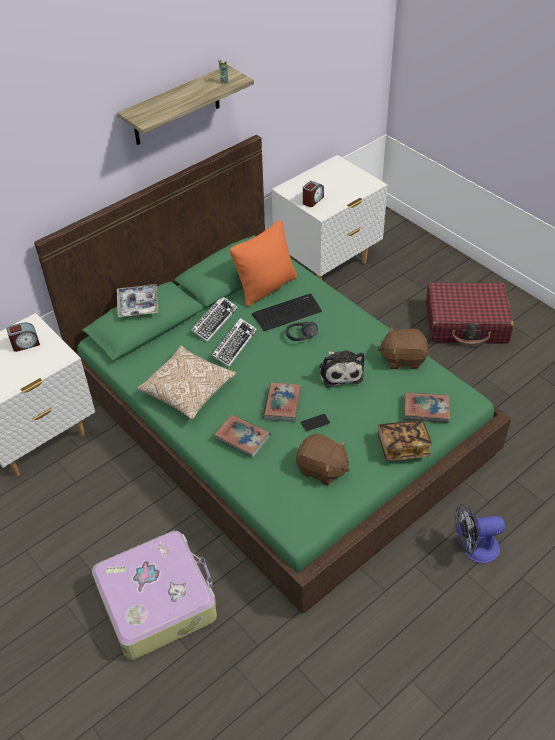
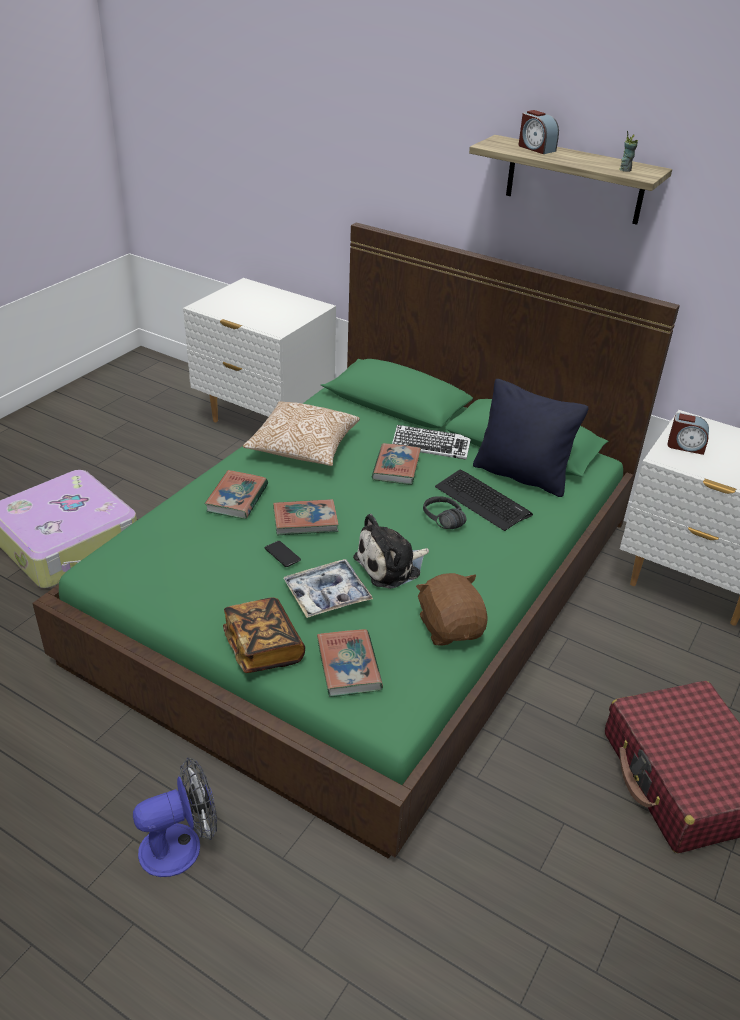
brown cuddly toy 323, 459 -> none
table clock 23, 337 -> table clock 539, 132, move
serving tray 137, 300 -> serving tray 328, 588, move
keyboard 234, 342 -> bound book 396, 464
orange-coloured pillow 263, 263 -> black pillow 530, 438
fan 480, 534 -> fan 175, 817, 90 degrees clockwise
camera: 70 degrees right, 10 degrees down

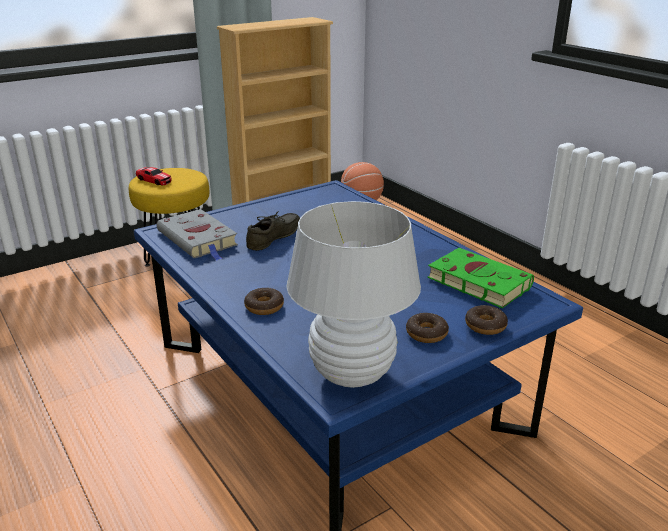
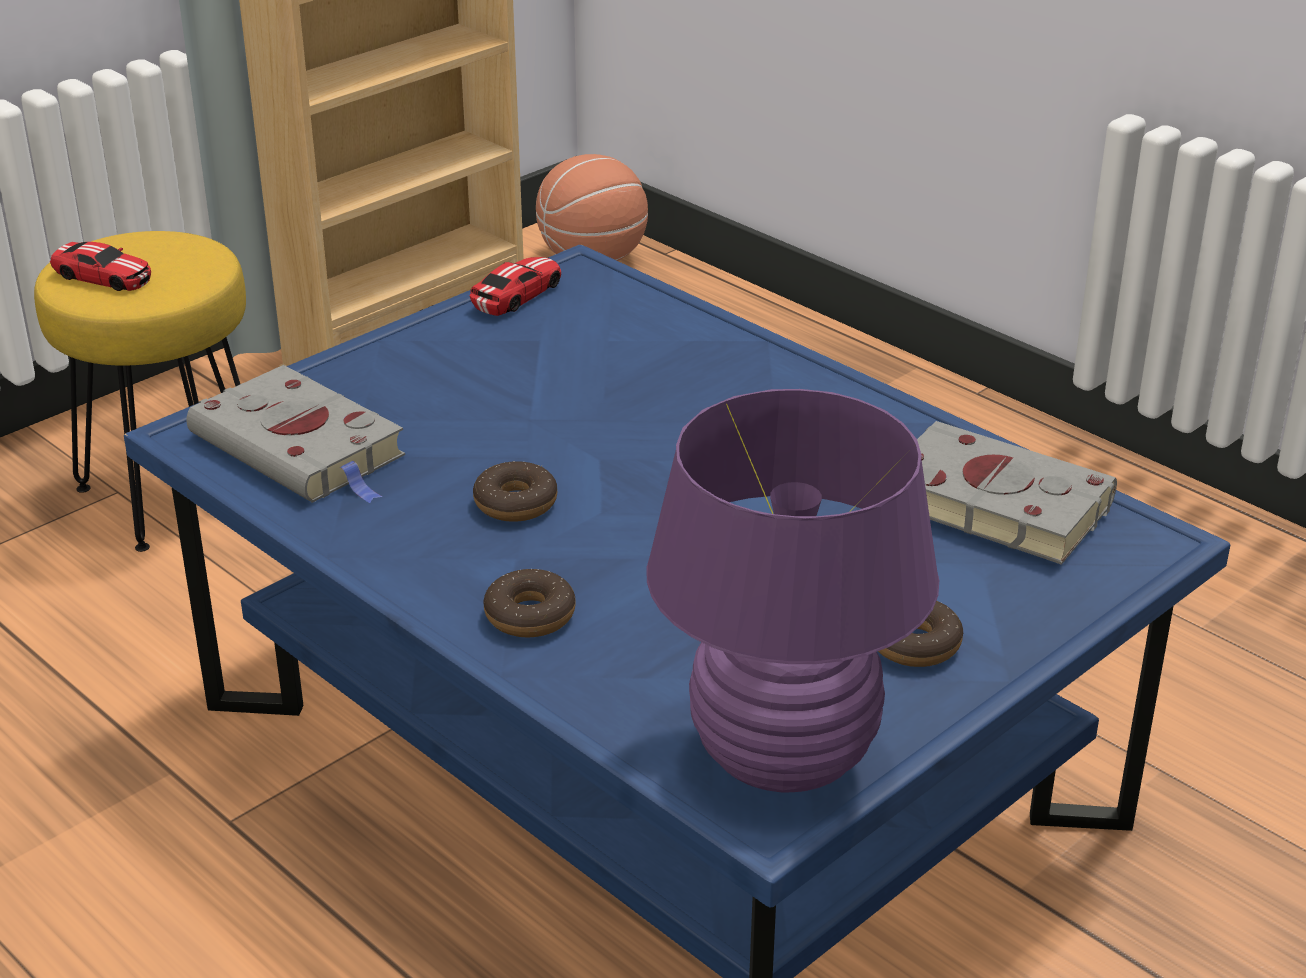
gray low shoe 273, 231 -> none
none -> model car 515, 286
donut 486, 320 -> donut 515, 491, move
whitish tabletop lamp 354, 294 -> purple tabletop lamp 793, 591
green-coloured bound book 480, 278 -> gray bound book 1017, 493
camera: 10 degrees left, 5 degrees up

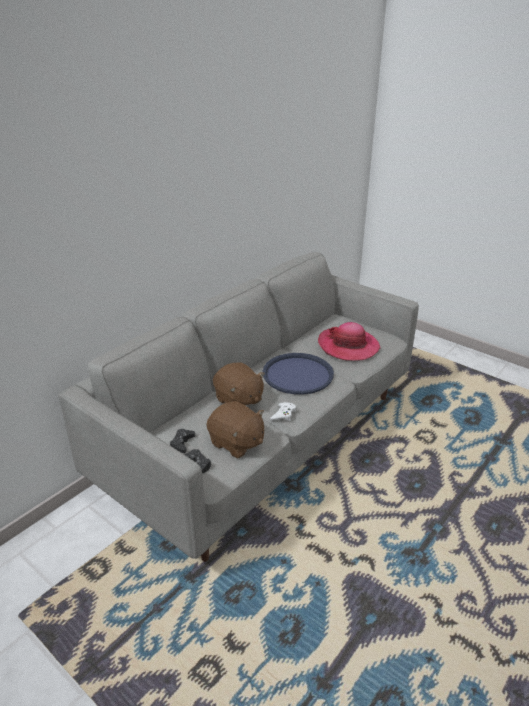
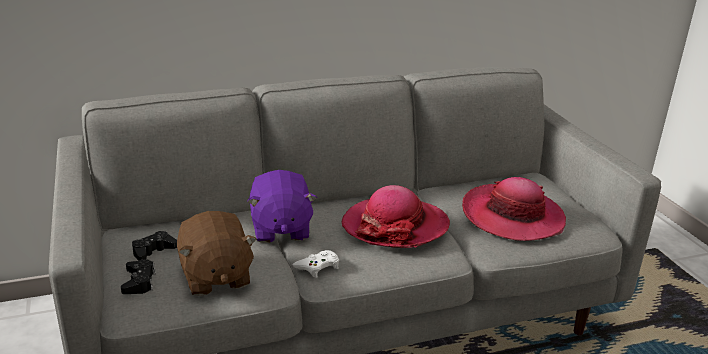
bluish serving tray 298, 374 -> hat 396, 216
brown cuddly toy 239, 383 -> purple cuddly toy 282, 206
camera: 30 degrees right, 5 degrees down

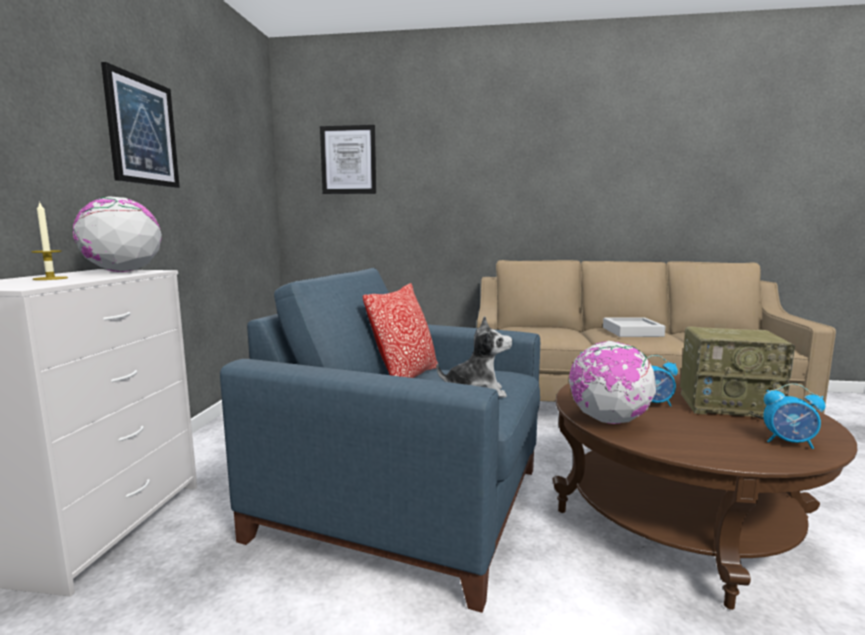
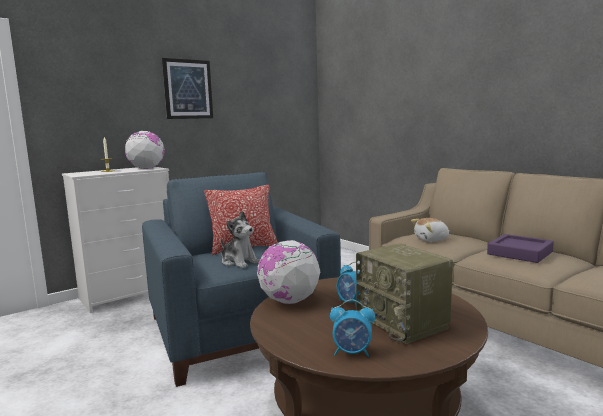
wall picture 348, 159 -> none
none -> cuddly toy 430, 230
gray serving tray 634, 327 -> purple serving tray 520, 248
table clock 794, 416 -> table clock 352, 328, 60 degrees counterclockwise
camera: 45 degrees right, 0 degrees up

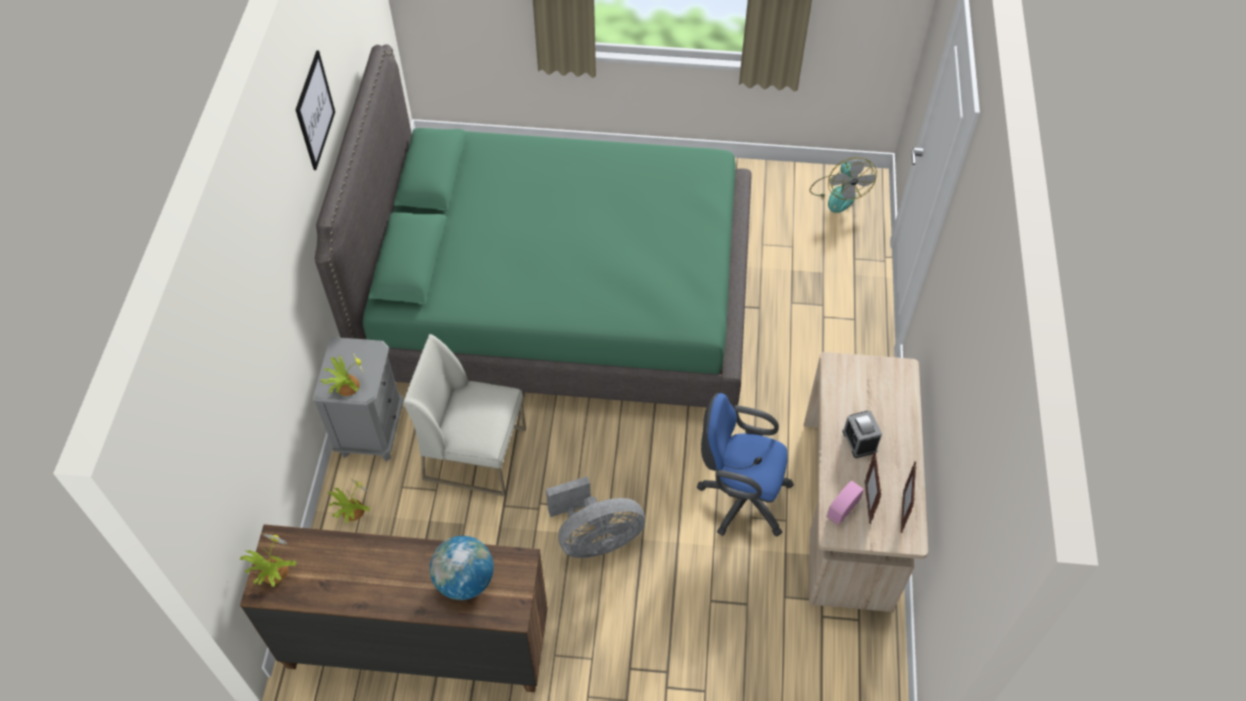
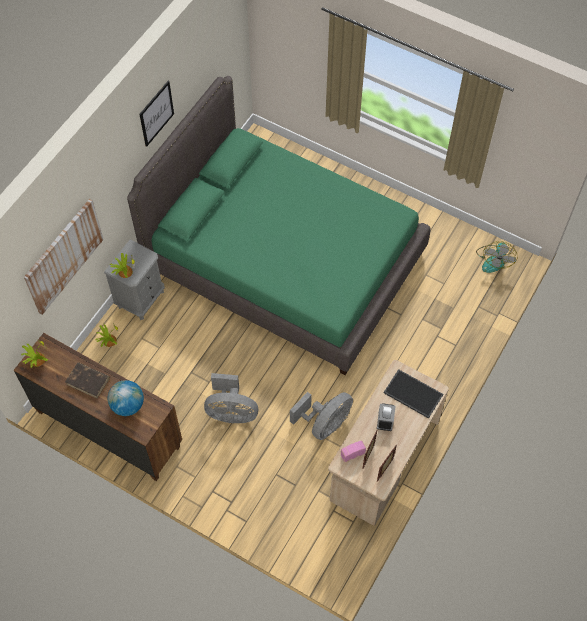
whitish plain chair 464, 415 -> none
none -> wall picture 64, 257
none -> brown bound book 87, 380
none -> serving tray 413, 394
bluish desk chair 745, 464 -> gray fan 321, 416
camera: 25 degrees right, 5 degrees up

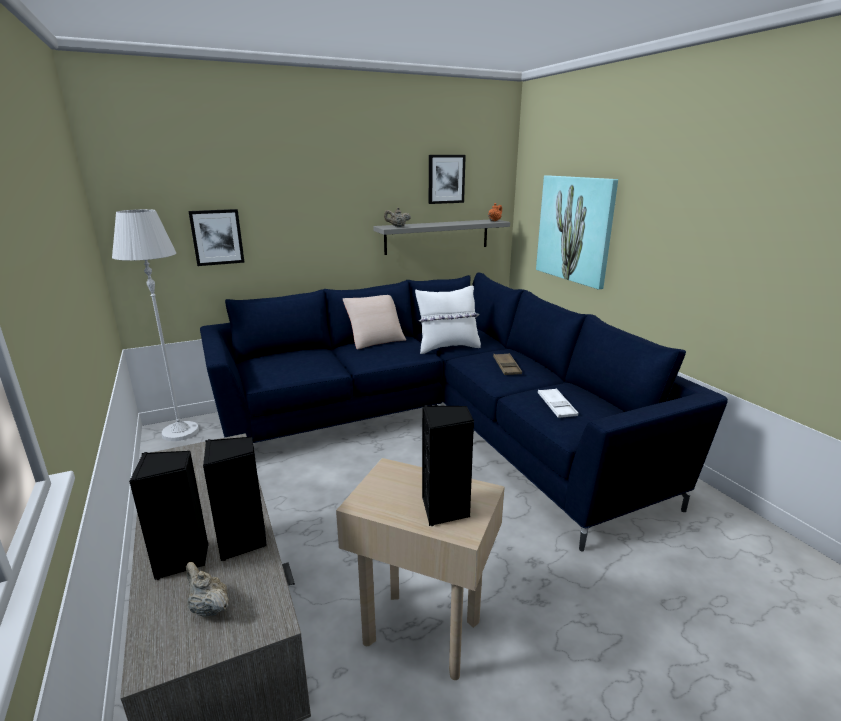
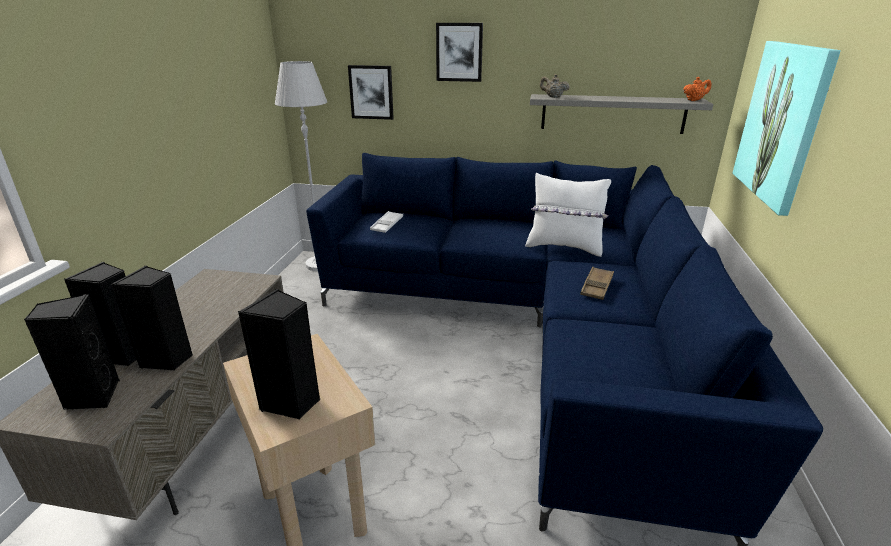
beige pillow 374, 322 -> none
wall picture 447, 179 -> wall picture 459, 52, move
whitish serving tray 558, 403 -> whitish serving tray 386, 222, move
beige pot for tea 207, 589 -> black loudspeaker 72, 352
camera: 35 degrees right, 5 degrees up

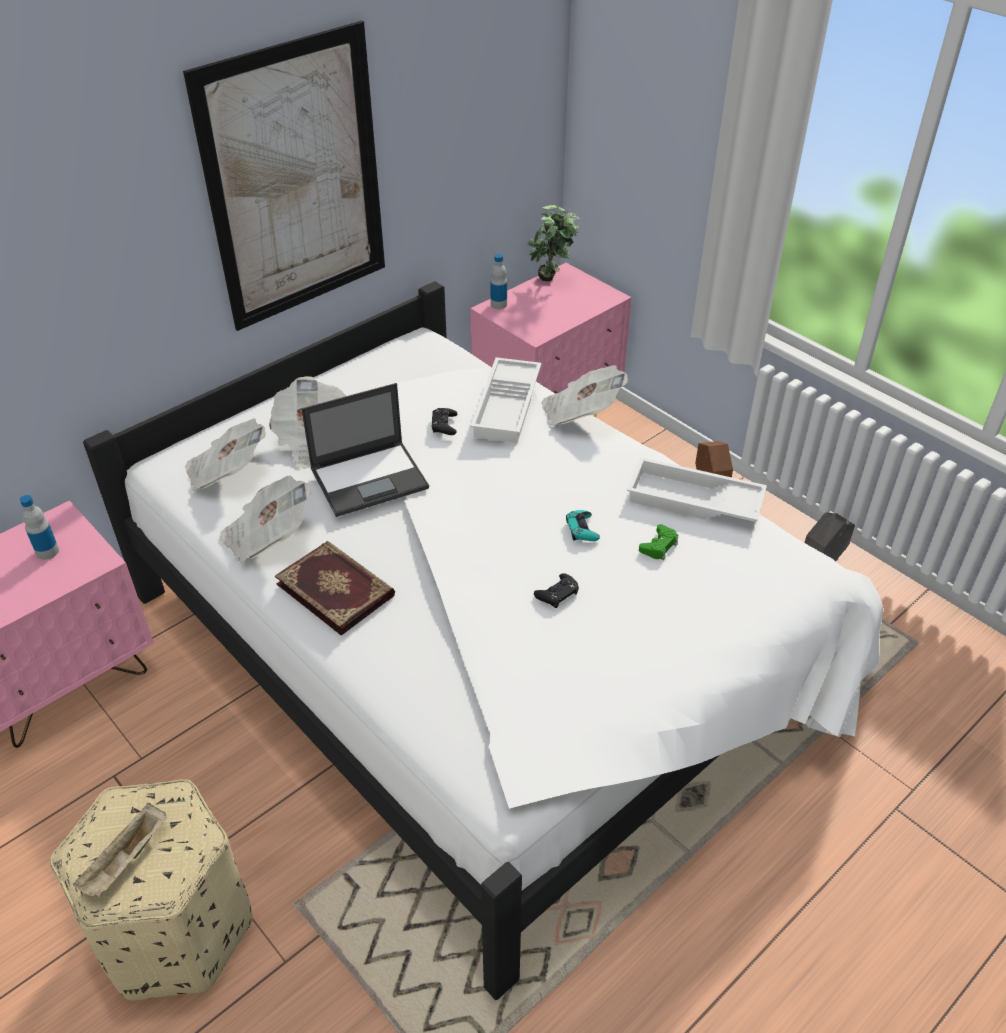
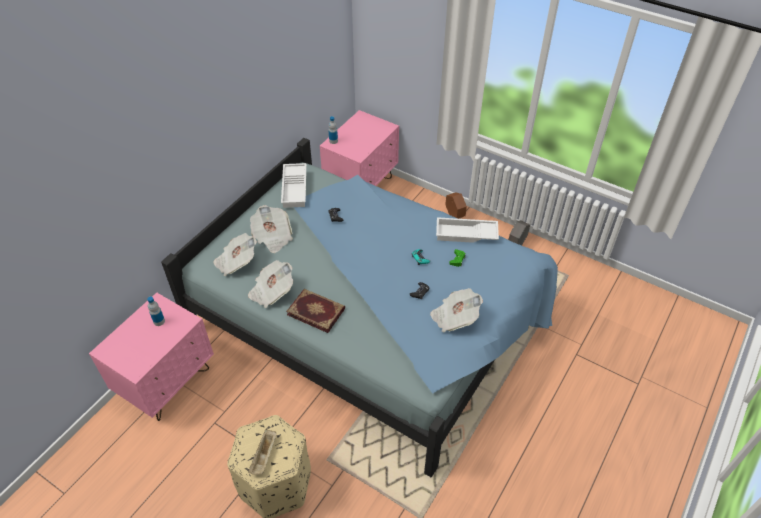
wall picture 284, 176 -> none
portable computer 365, 450 -> none
potted plant 553, 243 -> none
whitish serving tray 505, 400 -> whitish serving tray 293, 185, move
printed paper 584, 395 -> printed paper 456, 310, move
whitish bedroom bed 483, 640 -> bluish bedroom bed 359, 307
camera: 15 degrees left, 5 degrees up

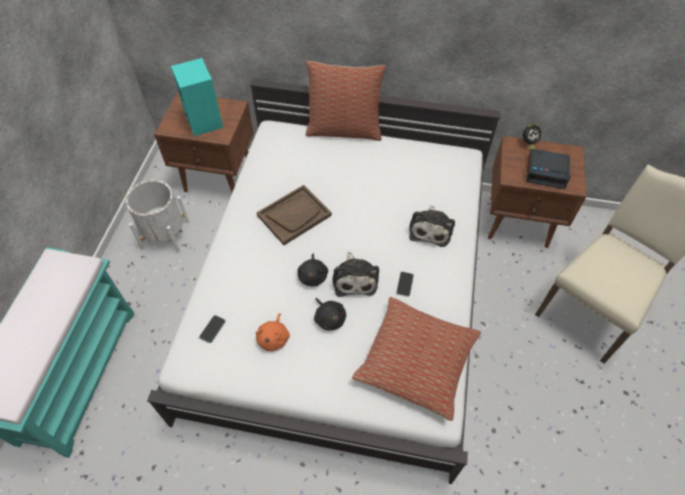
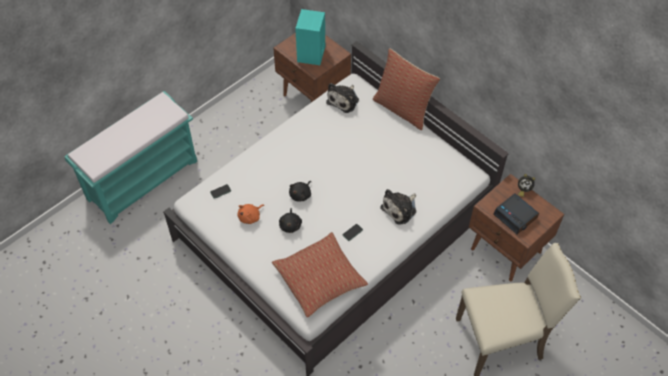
whitish planter 157, 216 -> none
brown serving tray 294, 215 -> none
cuddly toy 355, 274 -> cuddly toy 342, 98, move
camera: 35 degrees right, 0 degrees up

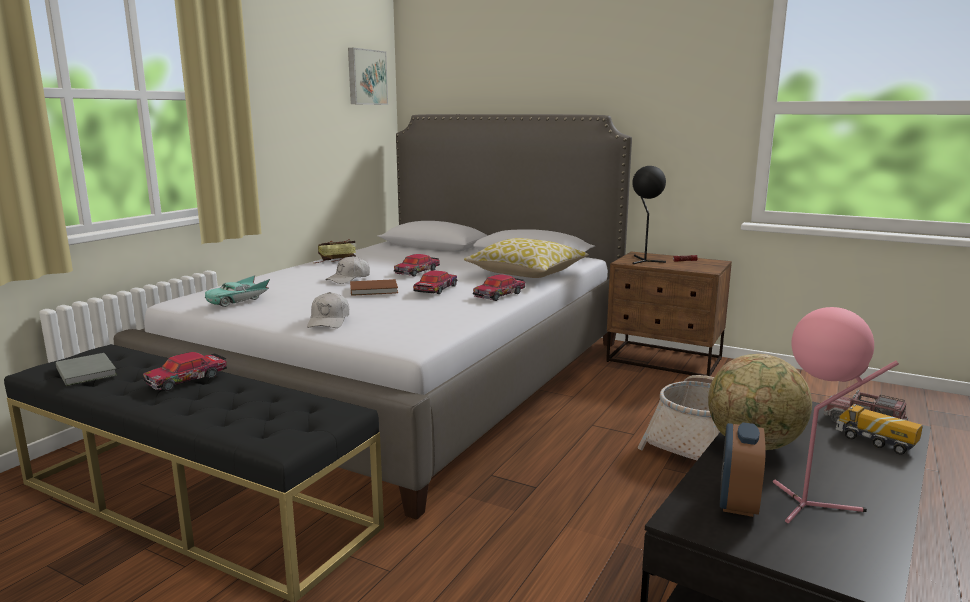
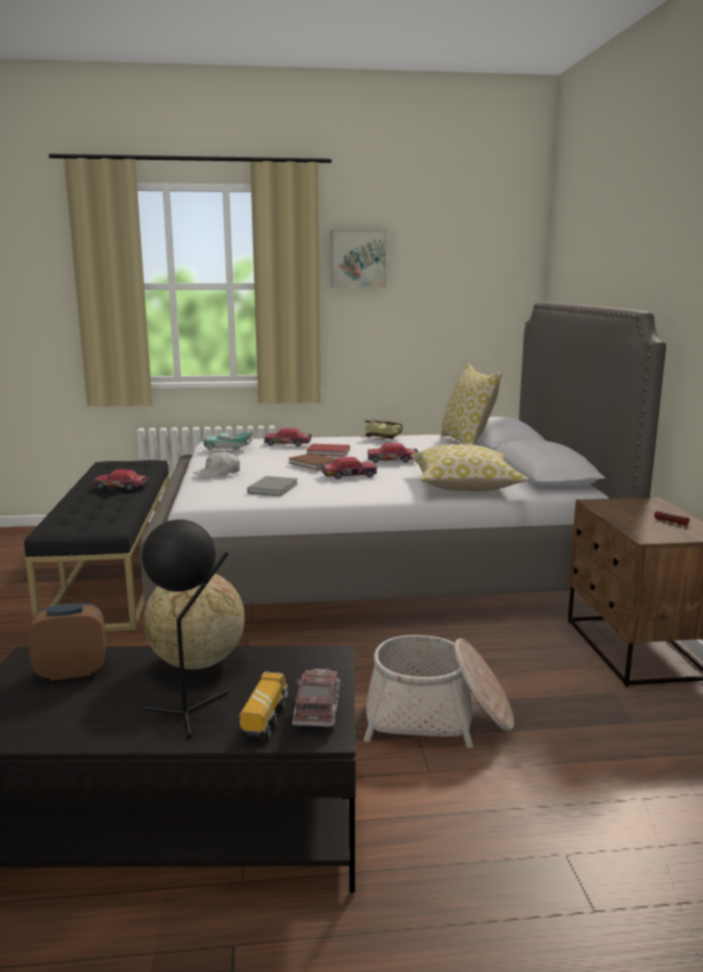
pink tabletop lamp 836, 415 -> none
none -> pillow 471, 404
gray bound book 86, 369 -> gray bound book 272, 486, move
wall picture 368, 76 -> wall picture 358, 259, move
model car 499, 287 -> model car 288, 437, move
black tabletop lamp 649, 215 -> black tabletop lamp 186, 628, move
whitish cap 347, 270 -> reddish bound book 328, 450
camera: 55 degrees right, 0 degrees up

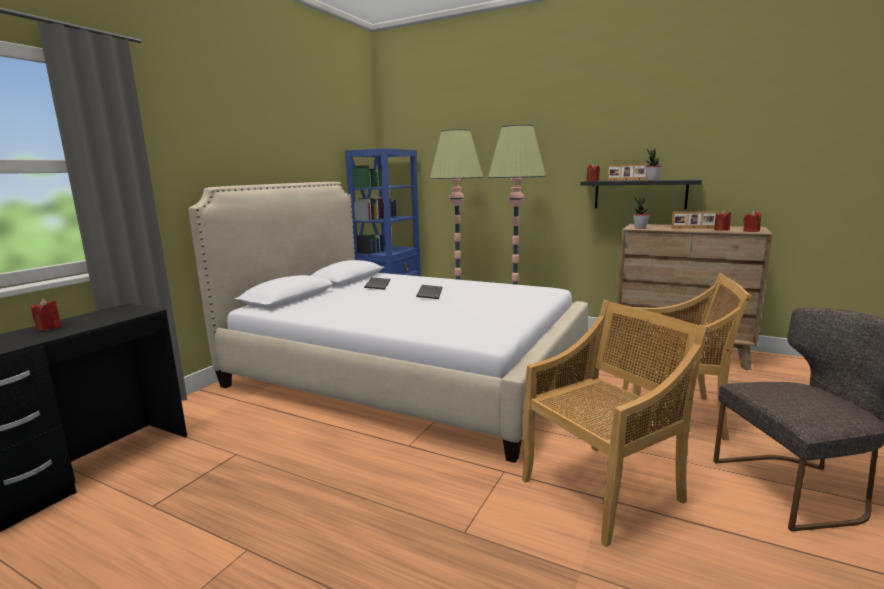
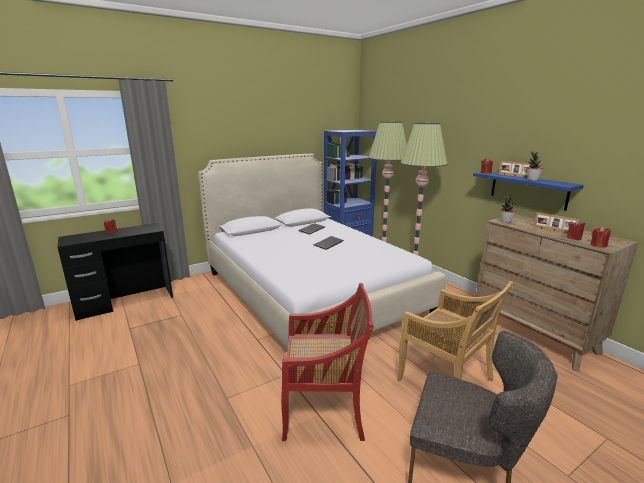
beige plain chair 615, 423 -> reddish plain chair 327, 362
black wall shelf 641, 194 -> bluish wall shelf 528, 191
camera: 30 degrees right, 5 degrees up

